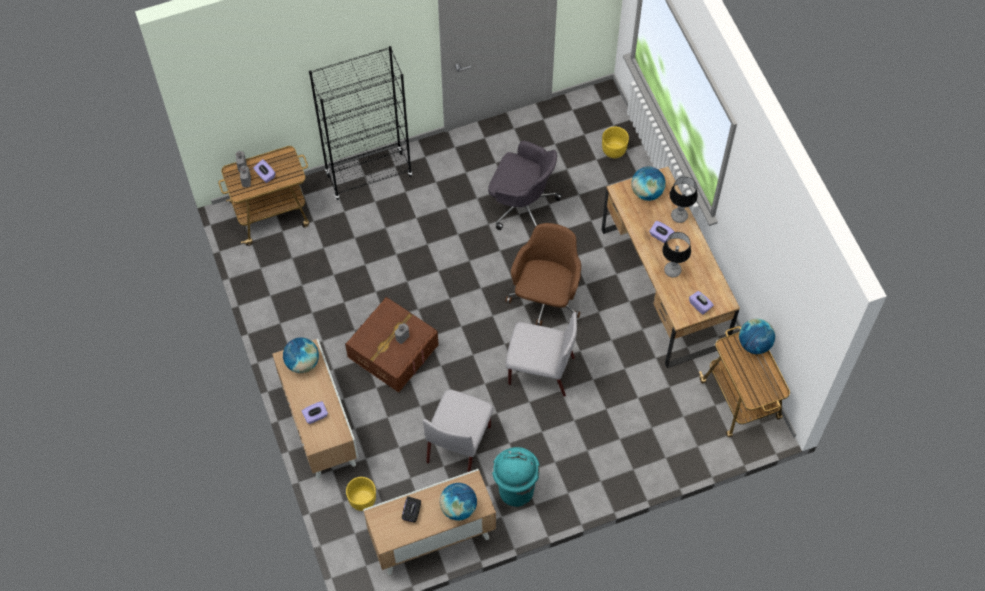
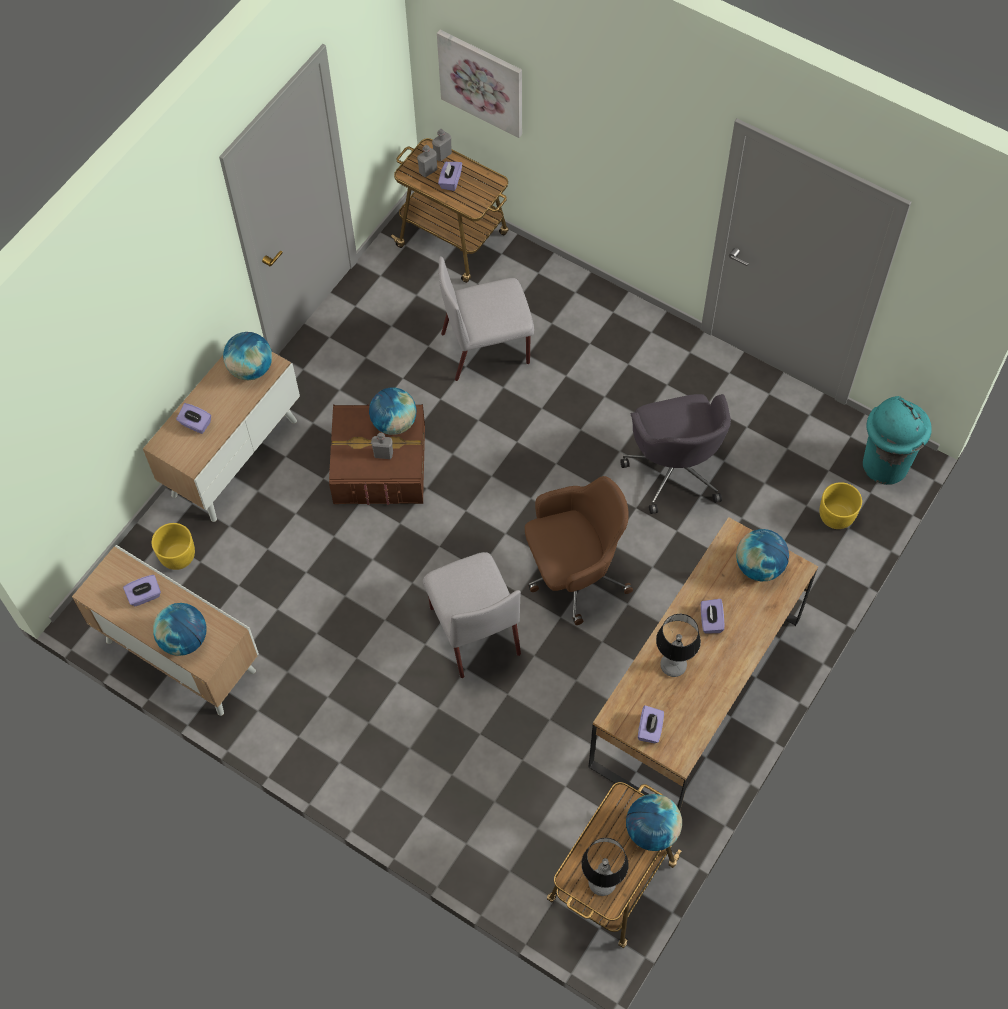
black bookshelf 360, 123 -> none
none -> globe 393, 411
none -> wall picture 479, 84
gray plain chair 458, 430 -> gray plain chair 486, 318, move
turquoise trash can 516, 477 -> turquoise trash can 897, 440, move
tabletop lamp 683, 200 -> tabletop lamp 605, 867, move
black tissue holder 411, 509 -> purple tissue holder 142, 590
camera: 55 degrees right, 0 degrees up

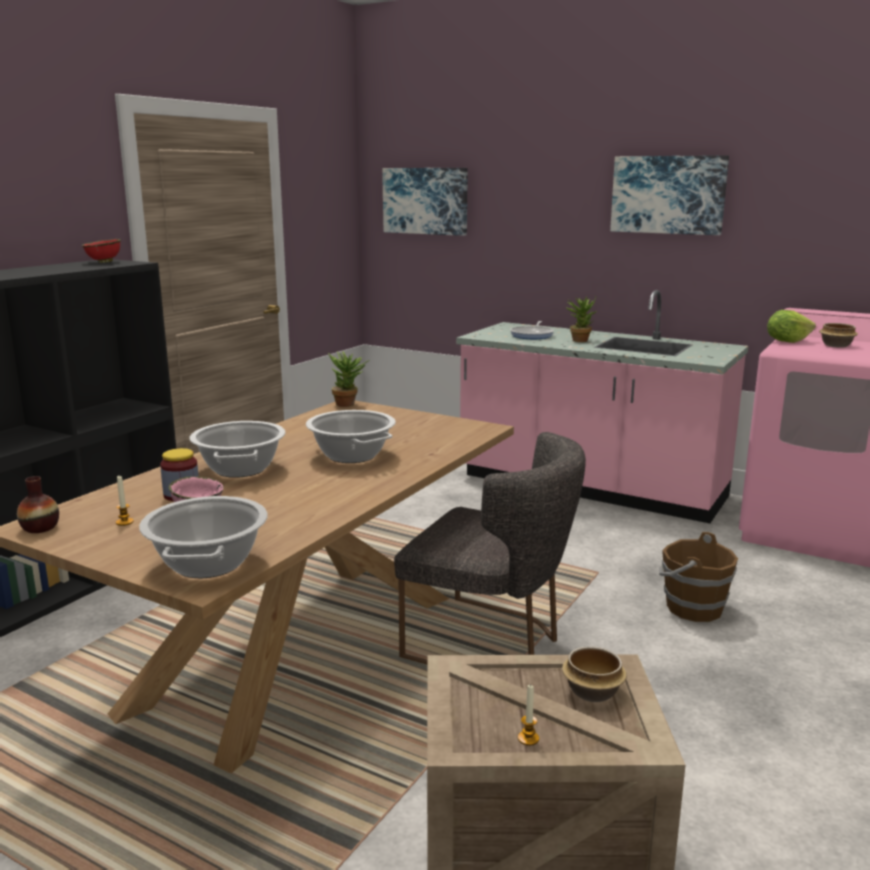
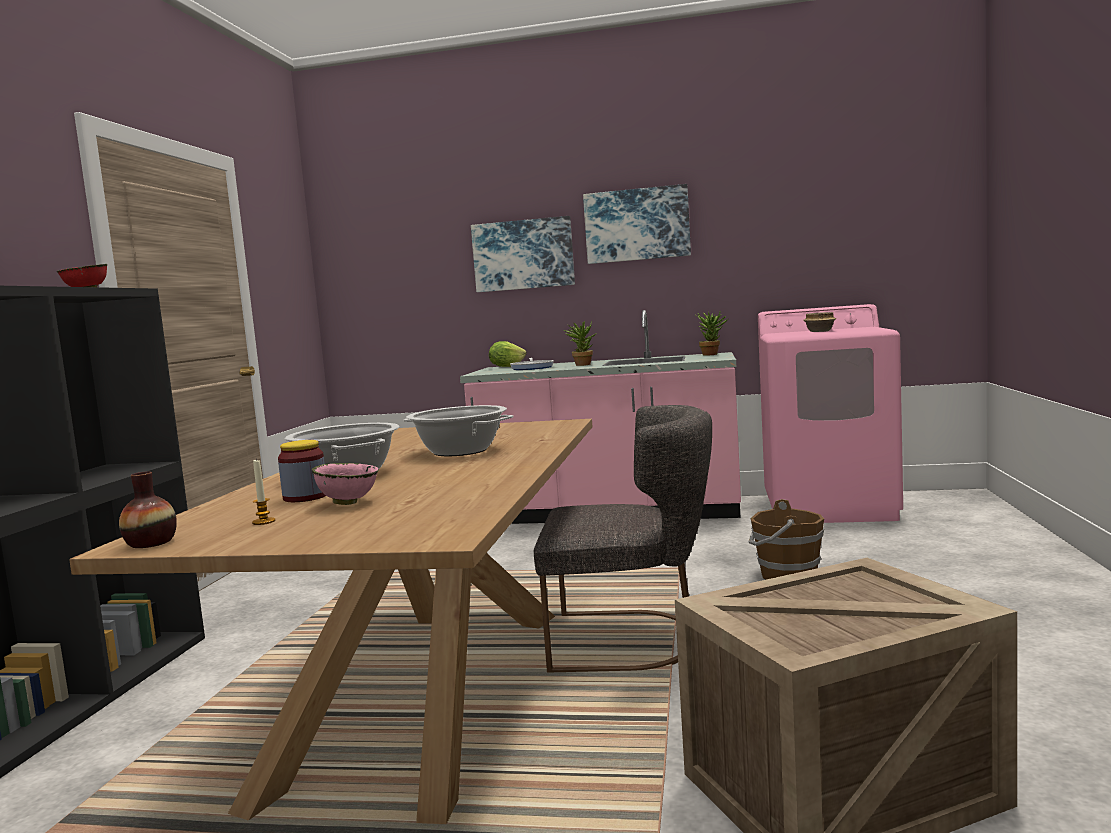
stockpot 203, 537 -> none
candle 528, 715 -> none
bowl 594, 674 -> none
potted plant 349, 379 -> potted plant 712, 333, move
wall picture 425, 202 -> wall picture 523, 254, move
lettuce 791, 326 -> lettuce 508, 354, move
camera: 20 degrees left, 10 degrees down

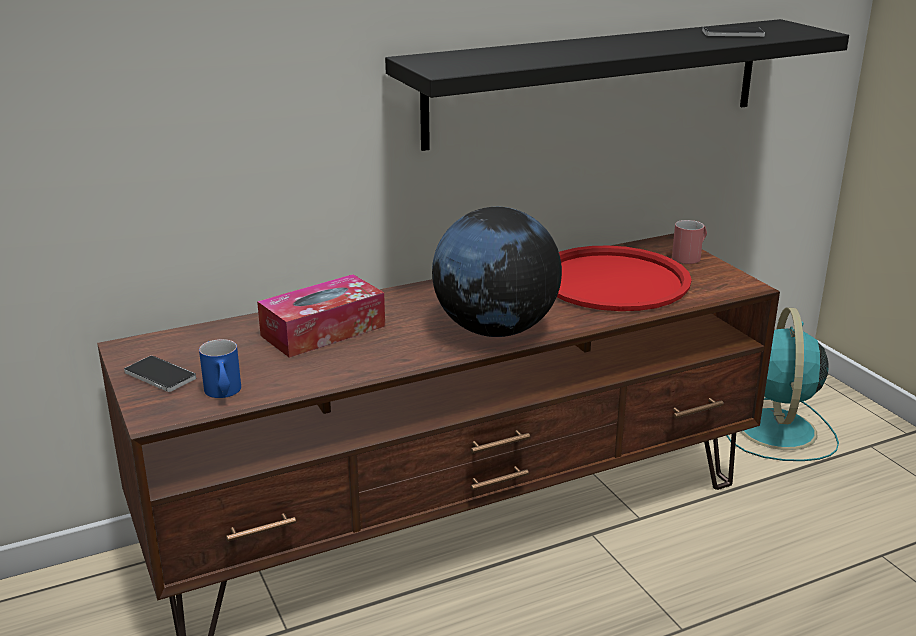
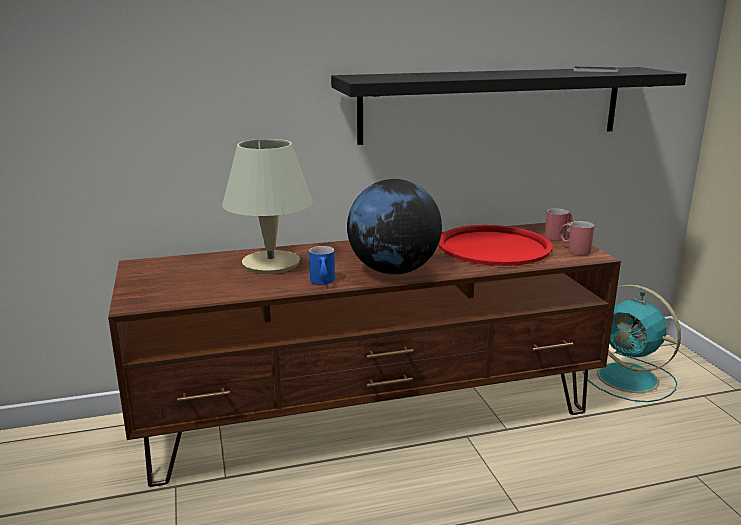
telephone 160, 374 -> none
none -> reddish mug 576, 238
bluish mug 220, 368 -> bluish mug 322, 265, move
tissue holder 321, 316 -> beige tabletop lamp 267, 206
turquoise fan 782, 384 -> turquoise fan 632, 343, 60 degrees counterclockwise
camera: 10 degrees right, 5 degrees down

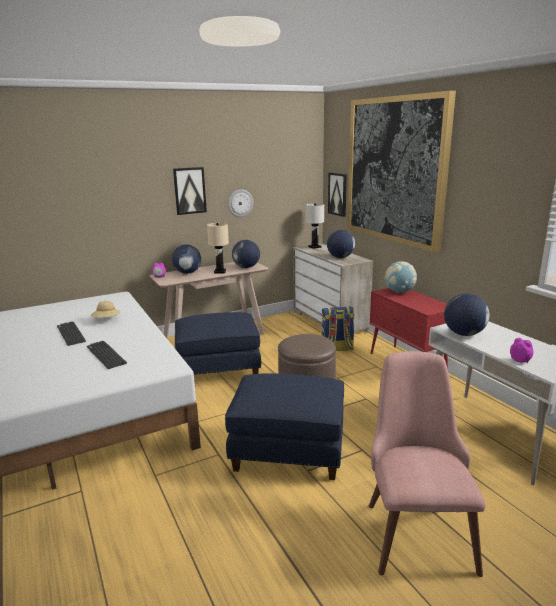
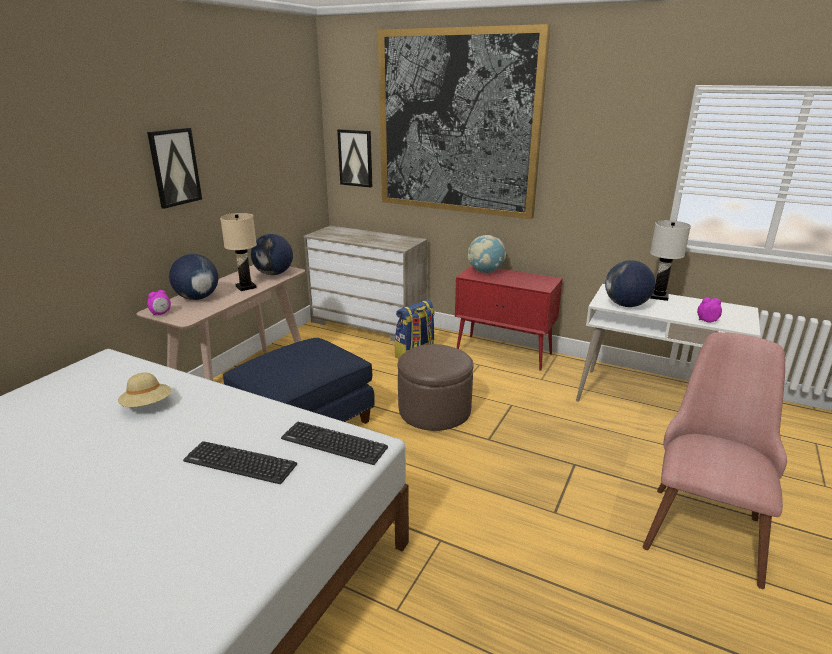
bluish pouffe 284, 426 -> none
wall clock 240, 203 -> none
globe 341, 244 -> none
keyboard 71, 334 -> keyboard 334, 443, move
whitish tabletop lamp 315, 226 -> whitish tabletop lamp 670, 260, move
pink plain chair 427, 464 -> pink plain chair 714, 460, 60 degrees clockwise
camera: 35 degrees left, 5 degrees up

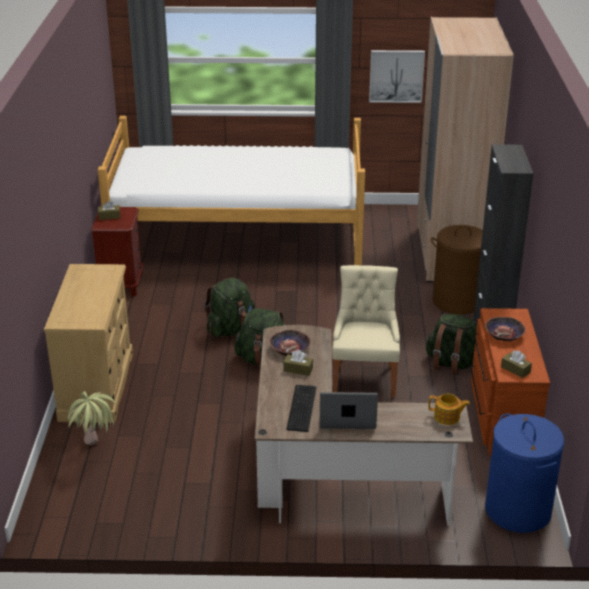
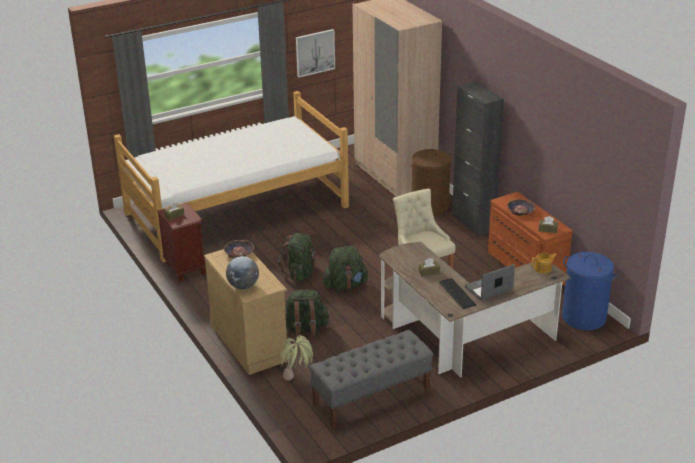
none -> globe 242, 272
none -> gray long seat 371, 379
bowl 290, 343 -> bowl 239, 249, move
green-coloured rucksack 451, 344 -> green-coloured rucksack 307, 314, move
camera: 30 degrees left, 0 degrees up

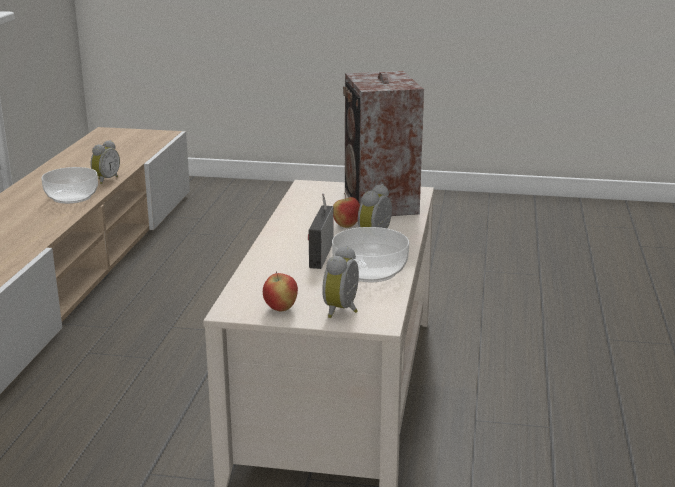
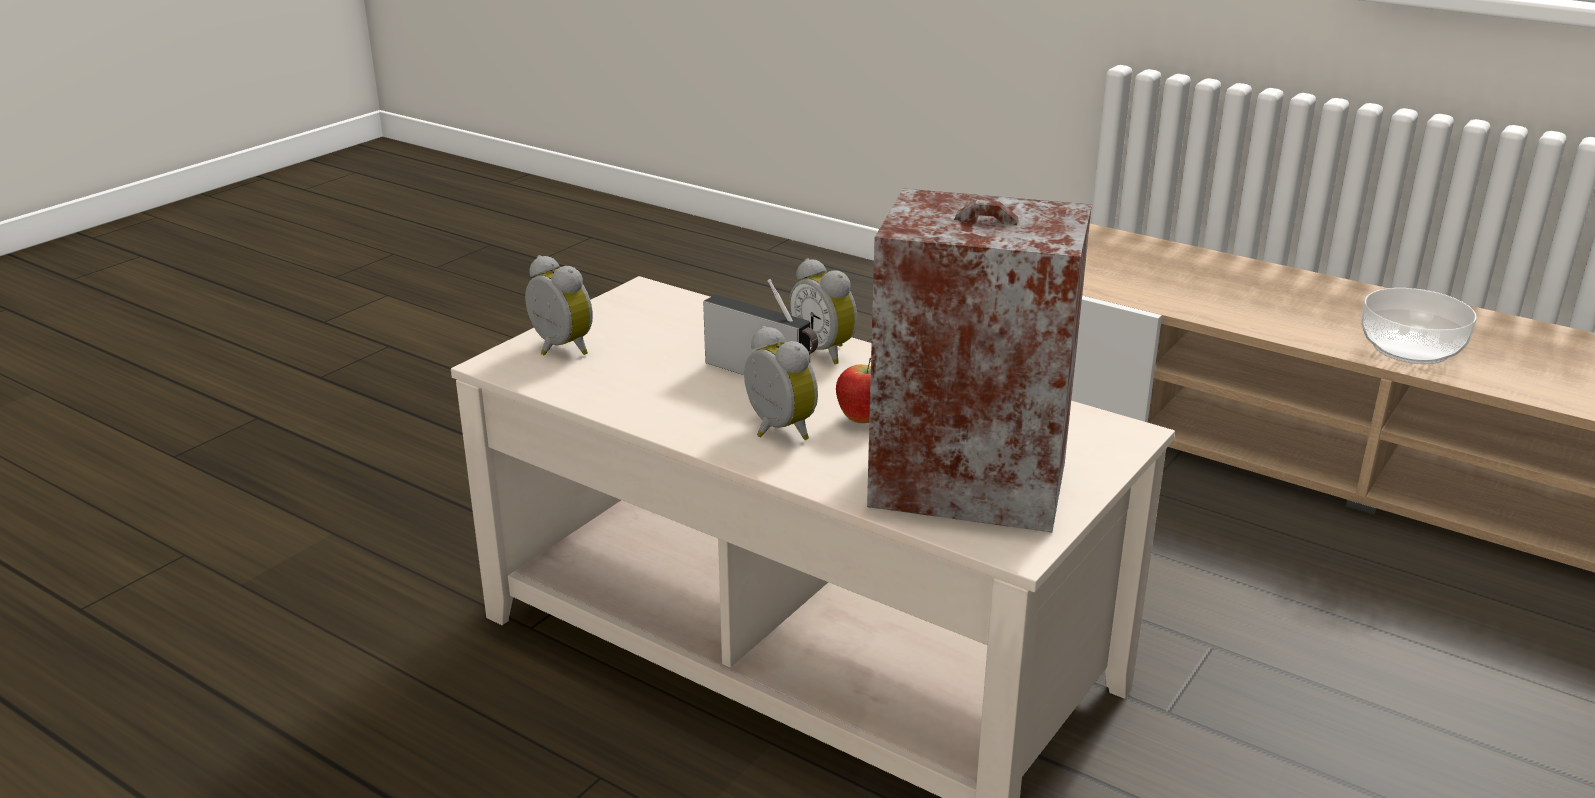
apple 280, 291 -> none
bowl 370, 254 -> none
table clock 105, 162 -> table clock 823, 311, move
camera: 115 degrees right, 5 degrees up

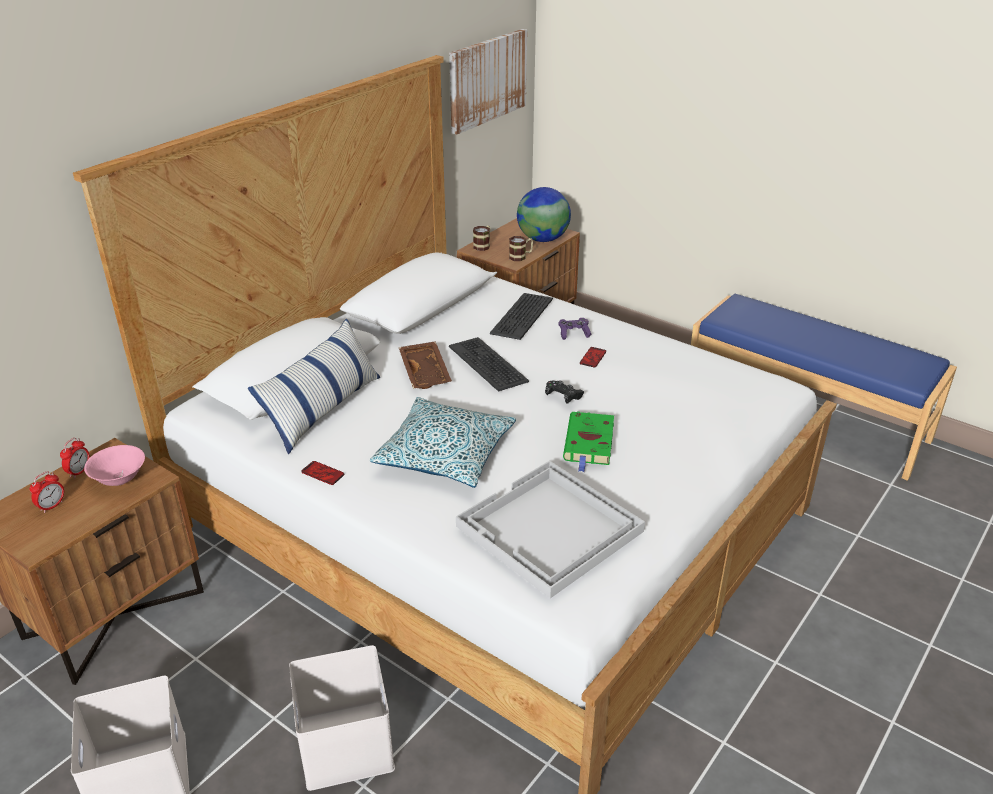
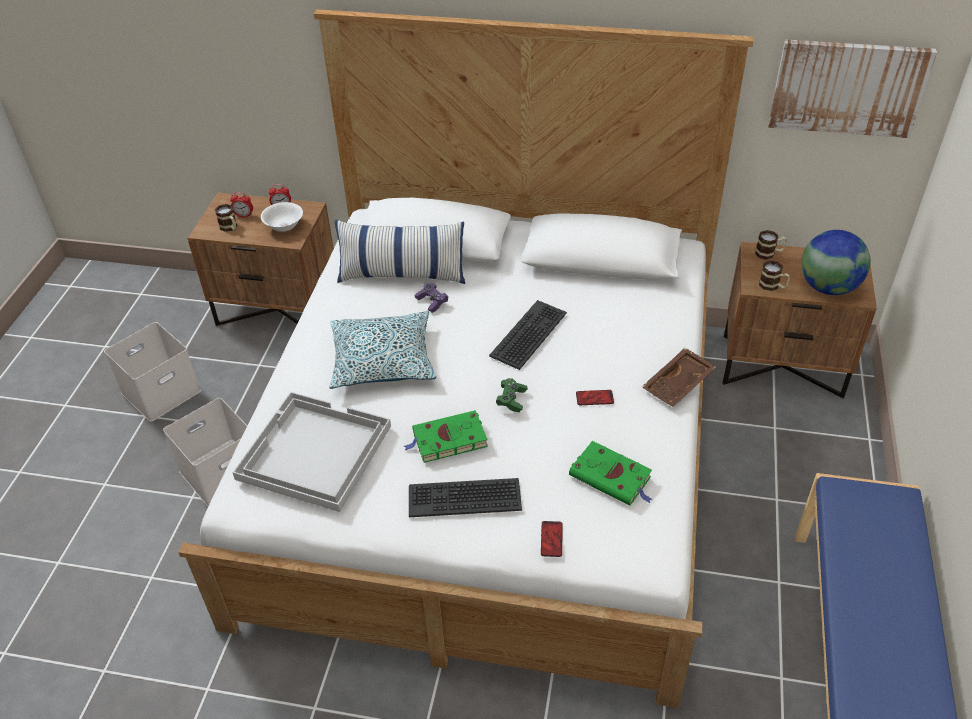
none -> mug 226, 218
none -> green-coloured bound book 610, 473
telephone 322, 473 -> telephone 552, 539, move
brown serving tray 425, 365 -> brown serving tray 679, 377, move
keyboard 521, 316 -> keyboard 465, 497, move
purple joypad 574, 329 -> purple joypad 431, 298, move
pink bowl 114, 465 -> whitish bowl 282, 217
black joypad 564, 392 -> green-coloured joypad 512, 395
camera: 65 degrees right, 10 degrees up

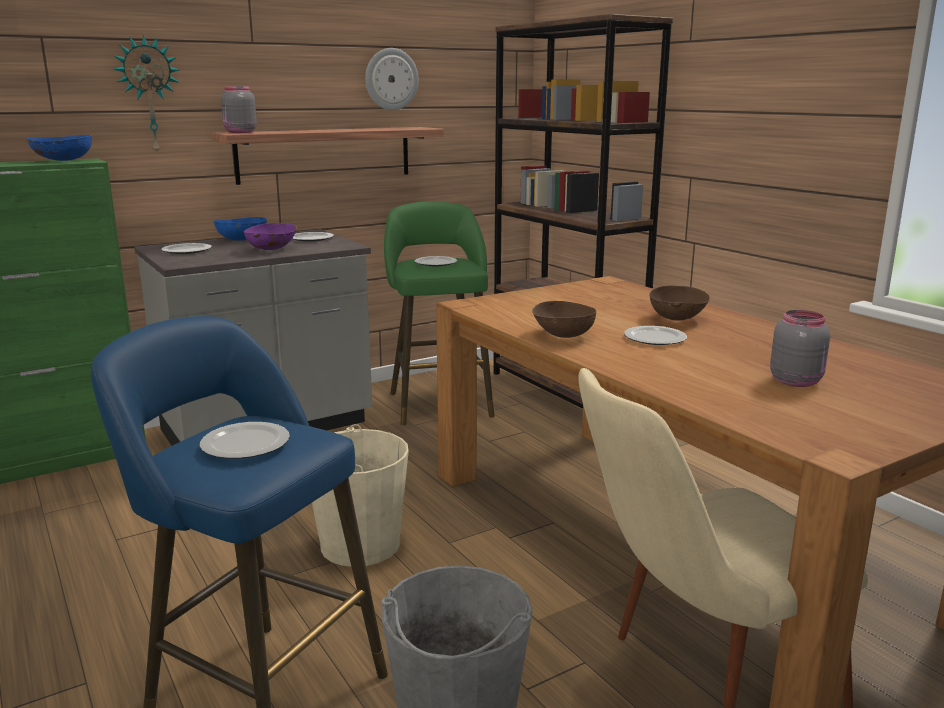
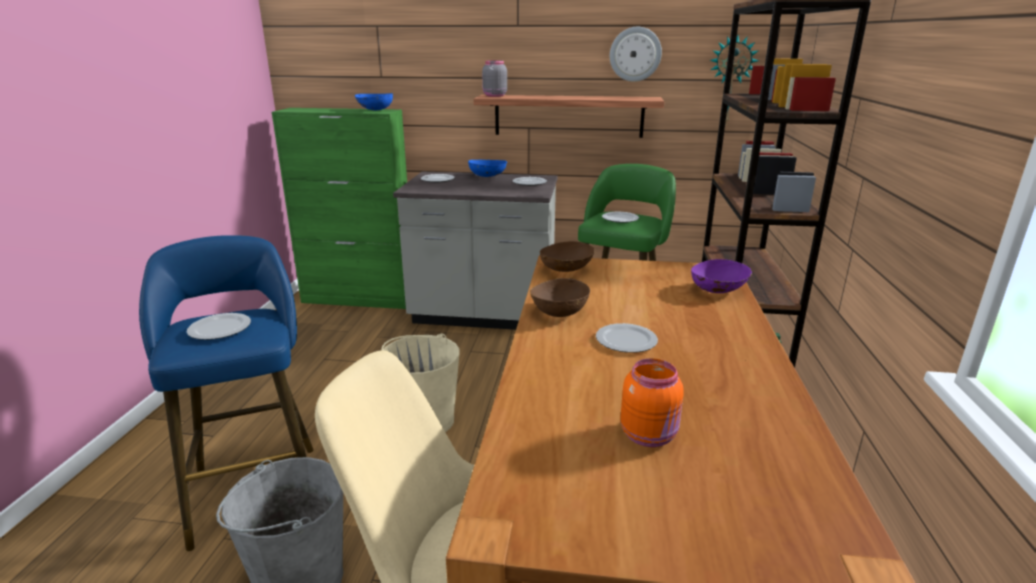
wall clock 147, 95 -> wall clock 734, 79, move
purple bowl 270, 236 -> purple bowl 721, 276, move
brown bowl 679, 303 -> brown bowl 567, 256, move
gray storage jar 800, 348 -> orange-coloured storage jar 652, 402
camera: 40 degrees right, 5 degrees up

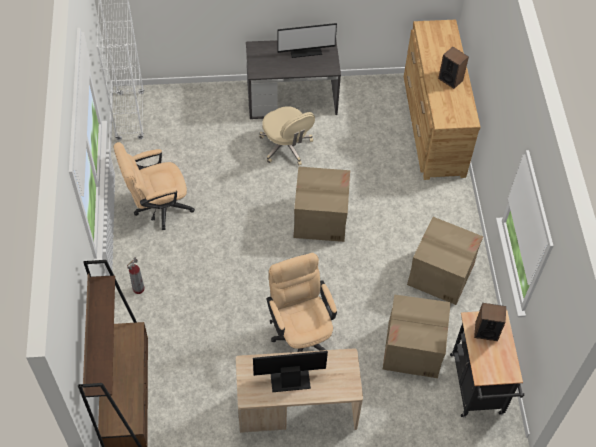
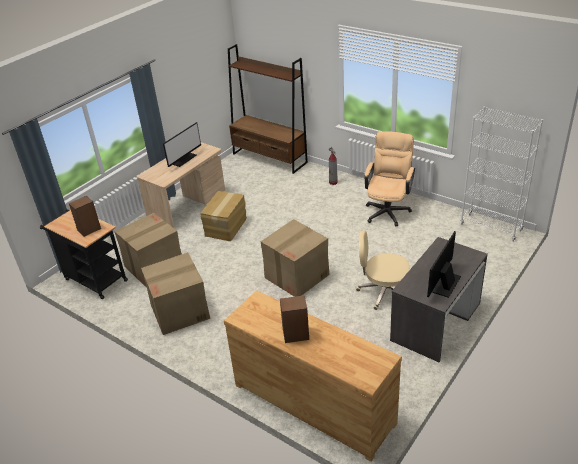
beige desk chair 301, 302 -> packing box 224, 216
camera: 135 degrees right, 20 degrees down

